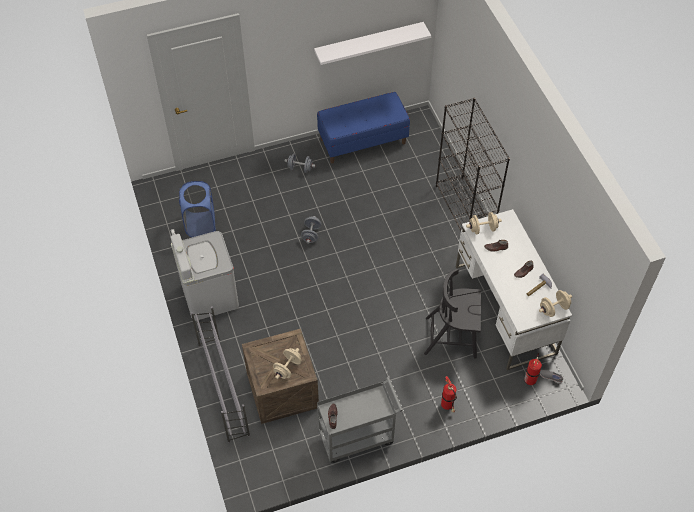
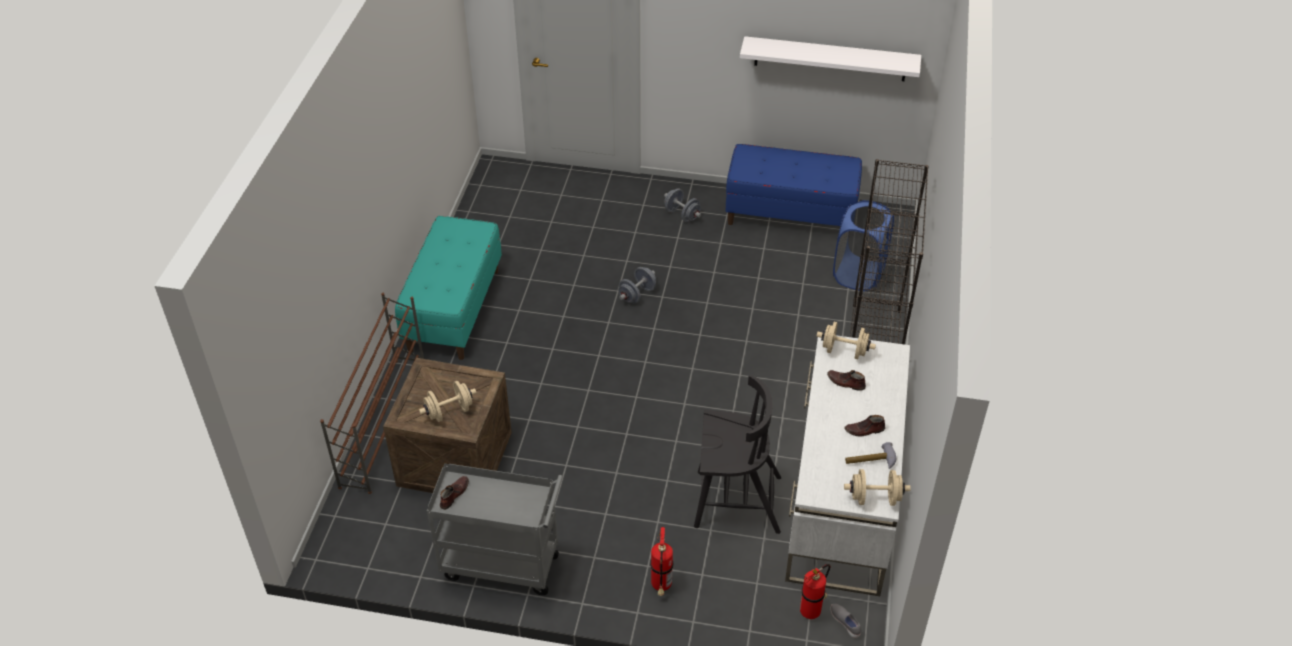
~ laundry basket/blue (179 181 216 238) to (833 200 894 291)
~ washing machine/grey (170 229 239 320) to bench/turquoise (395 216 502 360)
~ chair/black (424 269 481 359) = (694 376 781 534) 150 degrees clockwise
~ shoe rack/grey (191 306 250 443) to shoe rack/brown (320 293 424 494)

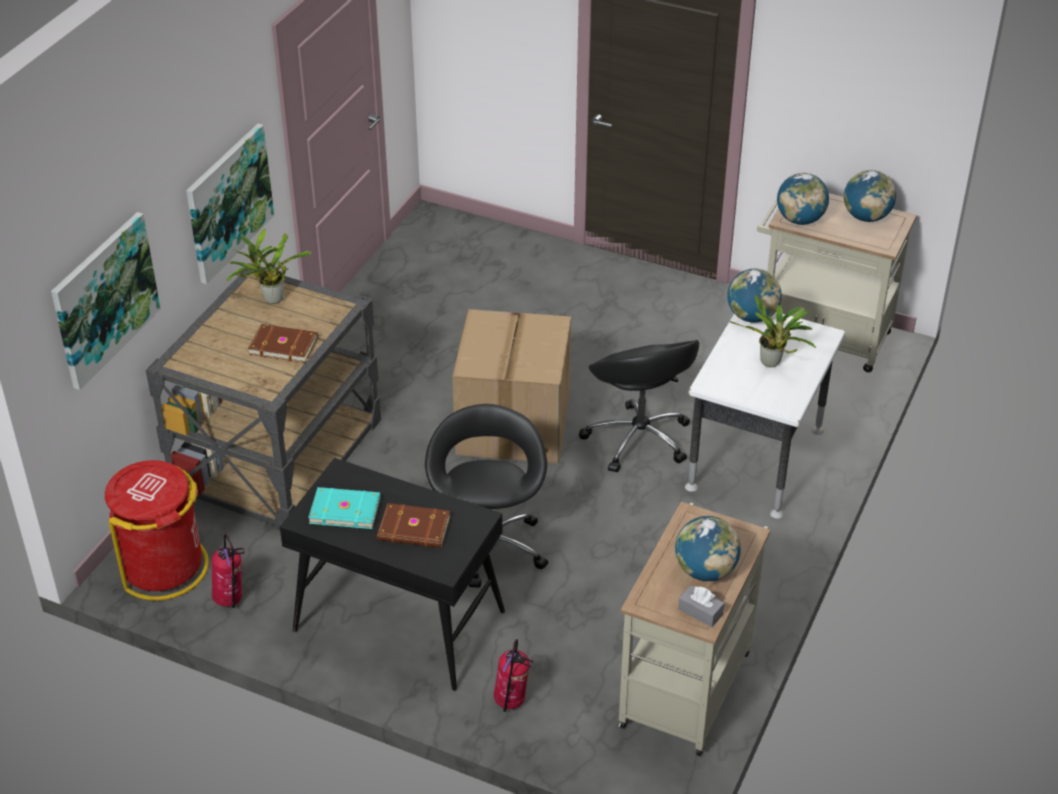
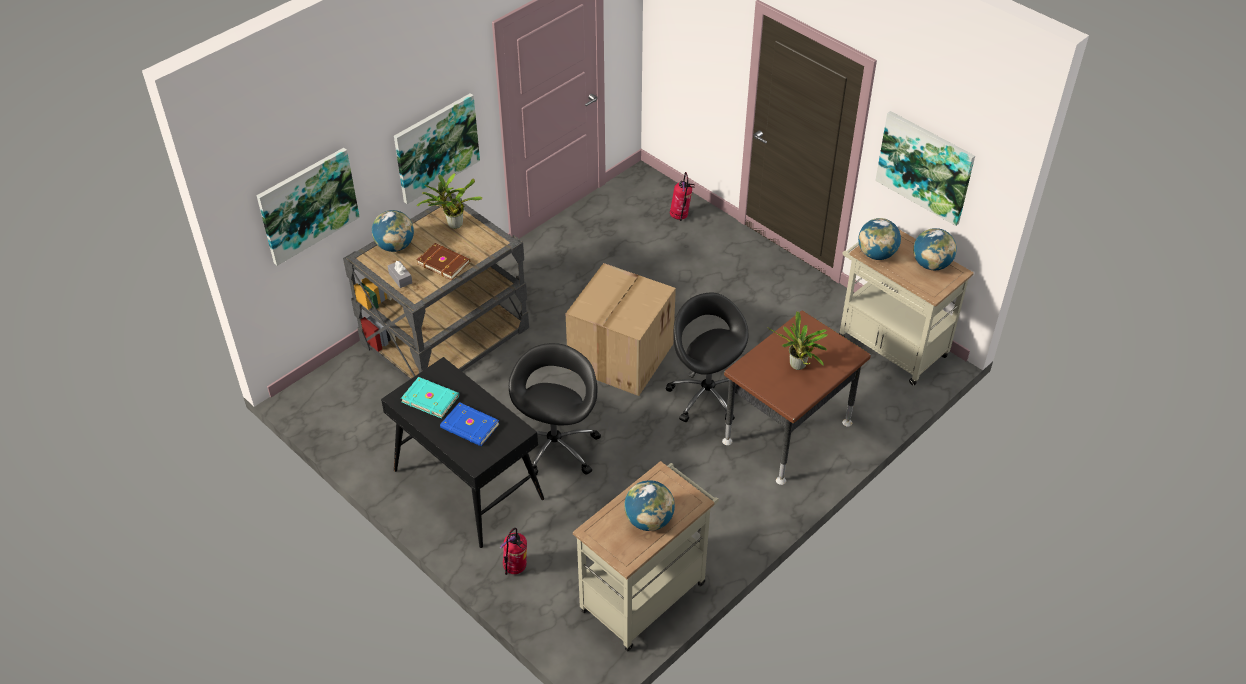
~ globe (727 269 782 323) to (372 210 414 252)
~ desk/white (685 312 845 518) to desk/brown (722 311 871 485)
~ office chair/black (579 340 699 472) = (666 292 748 422) 135 degrees clockwise
- trash can/red (105 460 209 601)
~ book/brown (377 503 450 548) to book/blue (440 402 499 446)
~ fire extinguisher (212 534 244 608) to (670 172 695 221)
~ tissue box/grey (678 585 725 627) to (388 261 412 288)
+ picture (875 111 975 226)

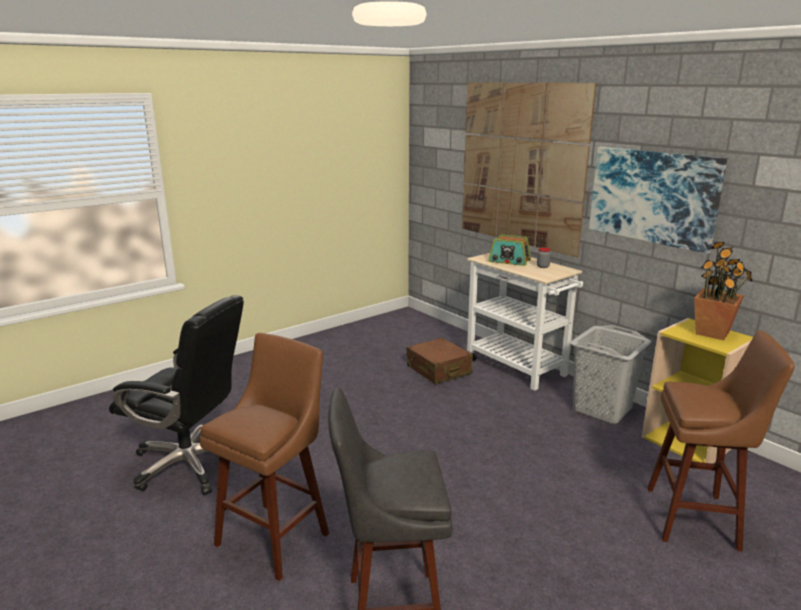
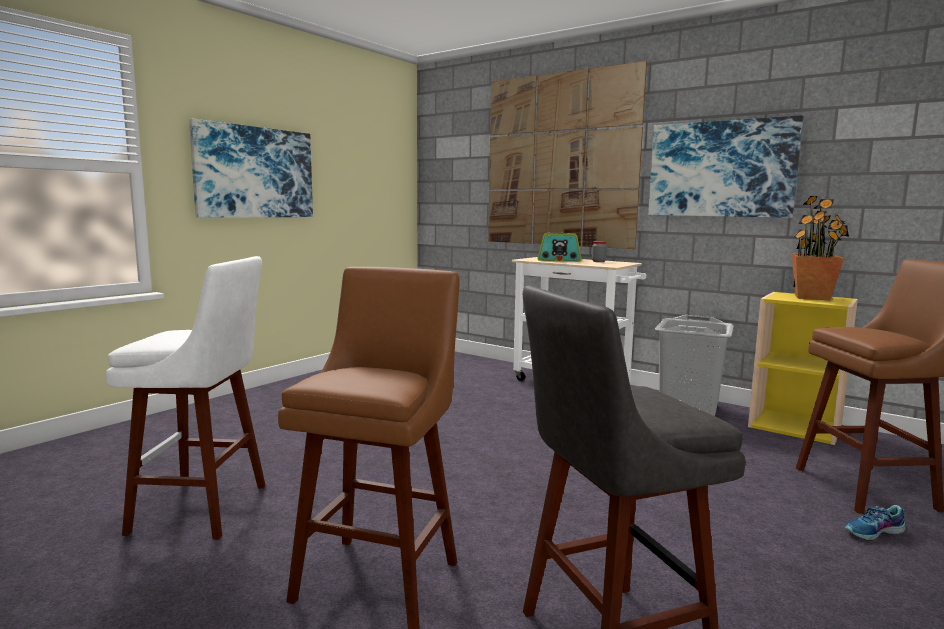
~ office chair/black (109 295 244 495) to stool/white (106 256 266 540)
- suitcase/brown (407 338 473 384)
+ picture (189 119 313 218)
+ shoe (845 505 906 540)

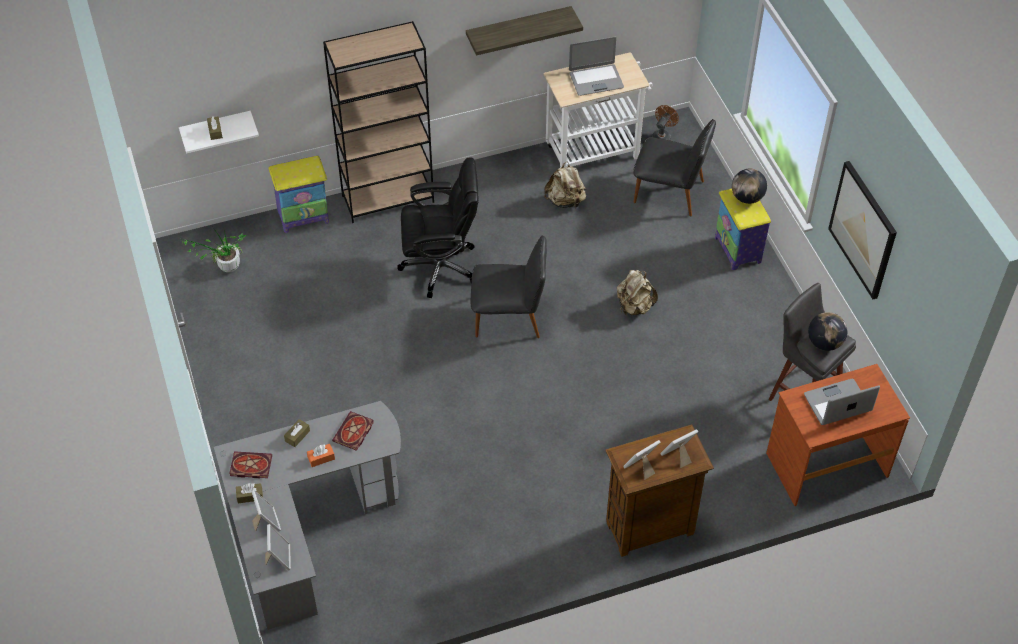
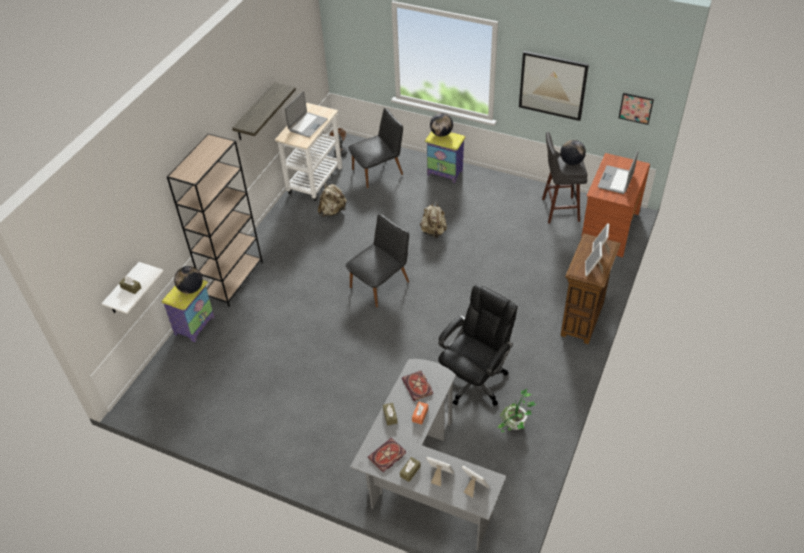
~ office chair/black (397 157 479 298) to (438 284 518 406)
~ potted plant (182 228 246 272) to (498 389 537 433)
+ picture (619 93 654 125)
+ globe (174 266 203 294)

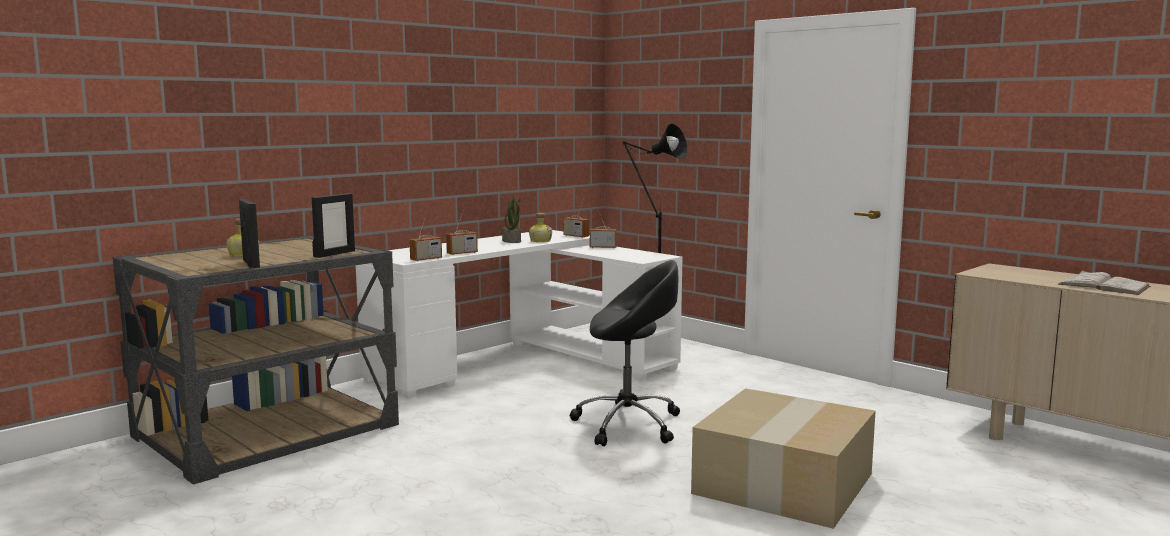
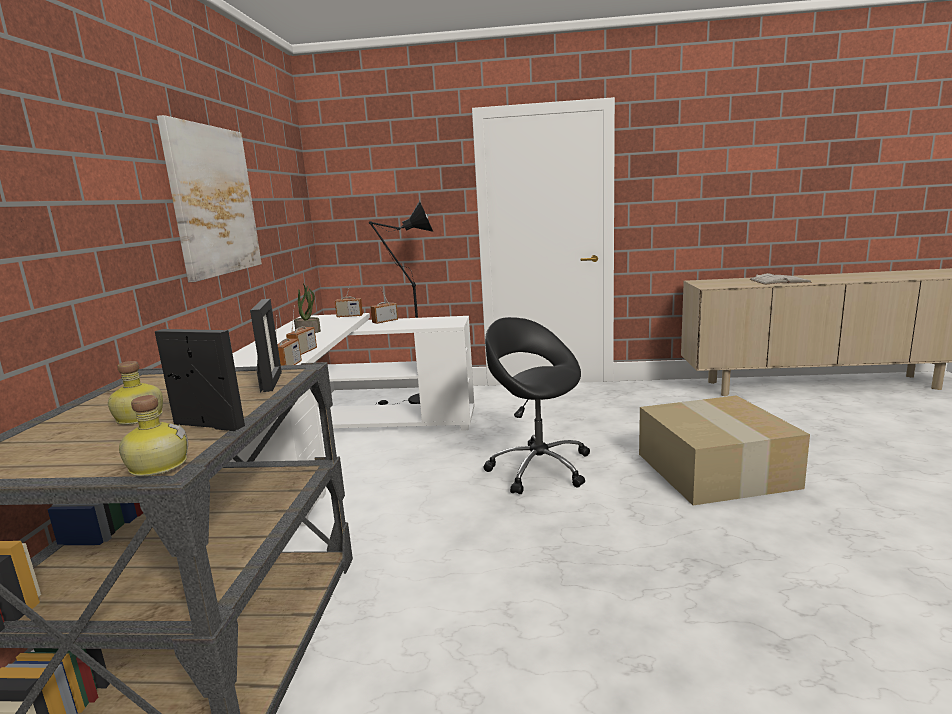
~ bottle (529 213 552 242) to (119 395 188 477)
~ office chair/black (570 260 680 446) = (484 317 590 494) 105 degrees counterclockwise
+ picture (157 115 262 282)

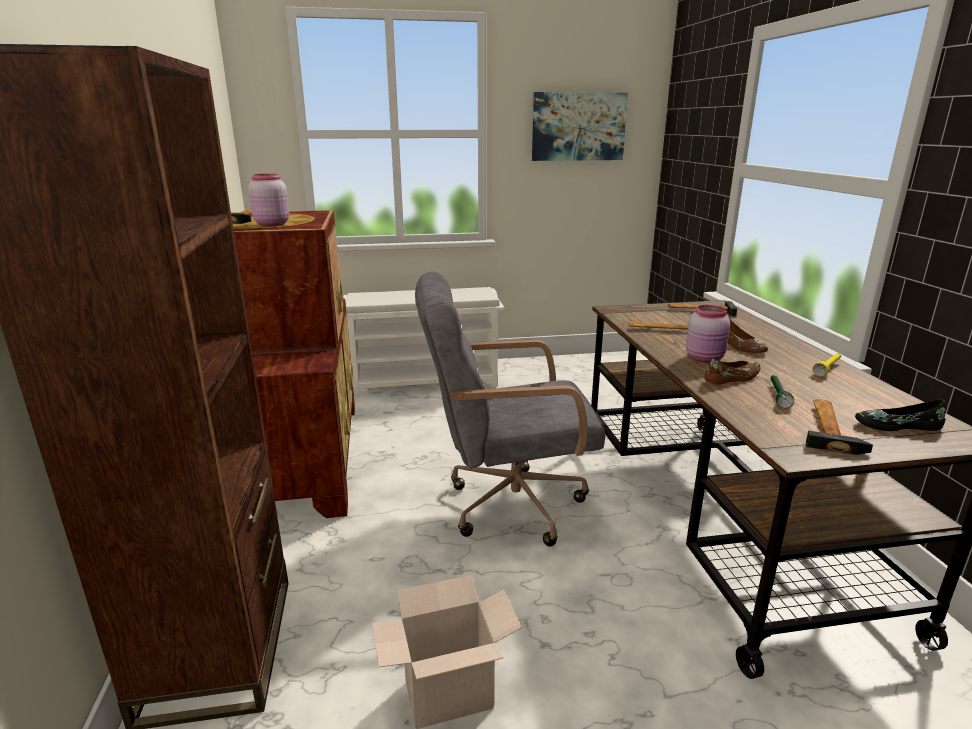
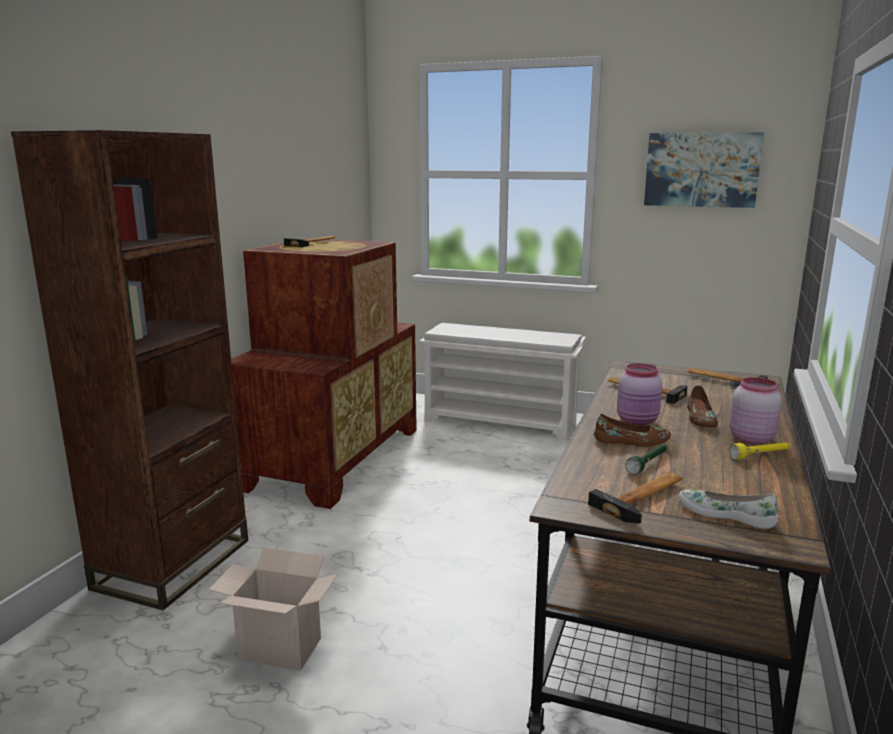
~ jar/pink (248 174 289 226) to (729 377 782 444)
- office chair/grey (415 272 605 547)
~ shoe/black (855 399 946 431) to shoe/white (679 490 778 529)

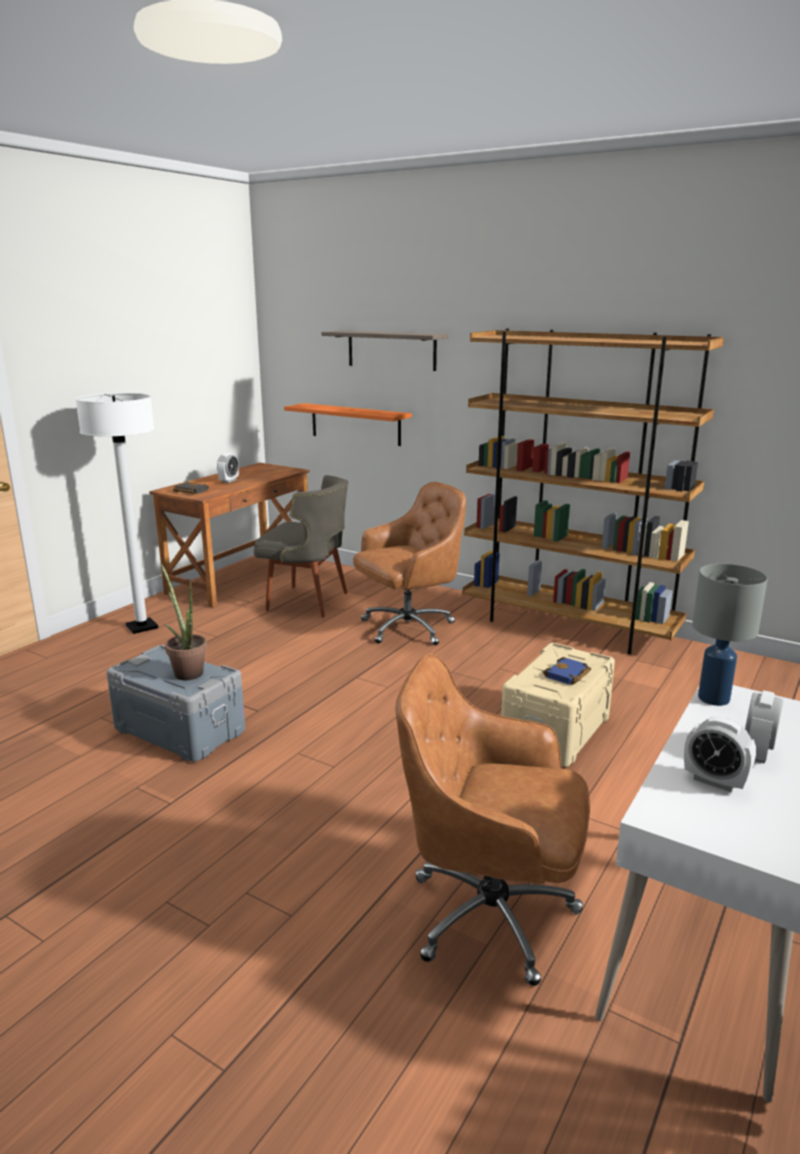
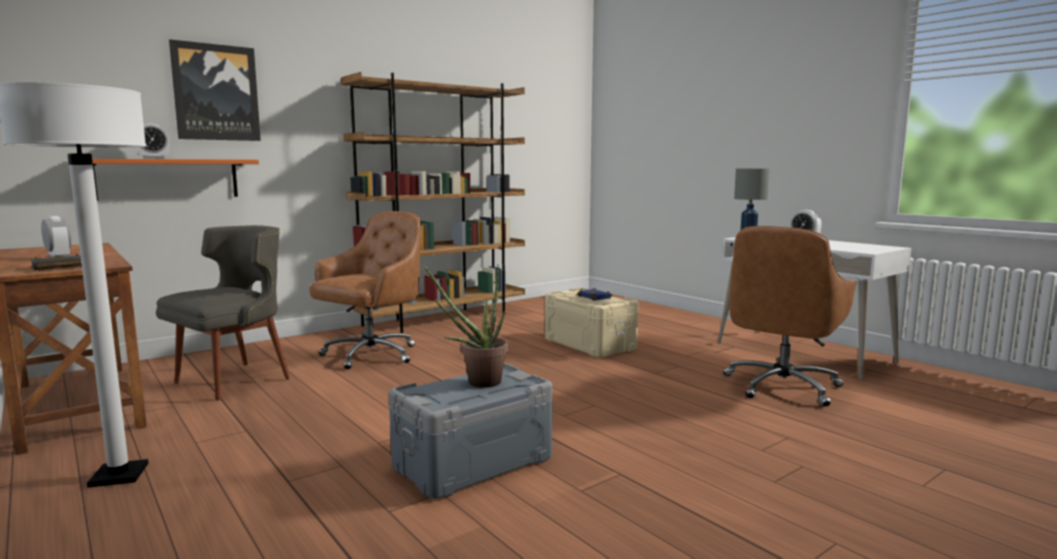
~ shelf (321 331 449 371) to picture (169 39 261 141)
~ office chair/brown (353 482 466 645) = (309 211 421 369) 45 degrees clockwise
~ alarm clock (684 716 756 792) to (135 124 170 159)

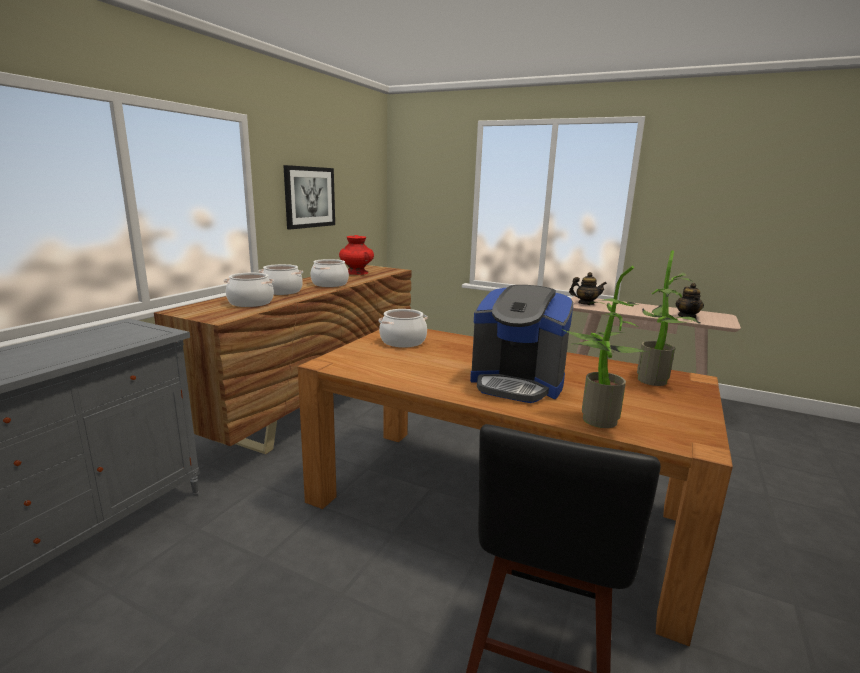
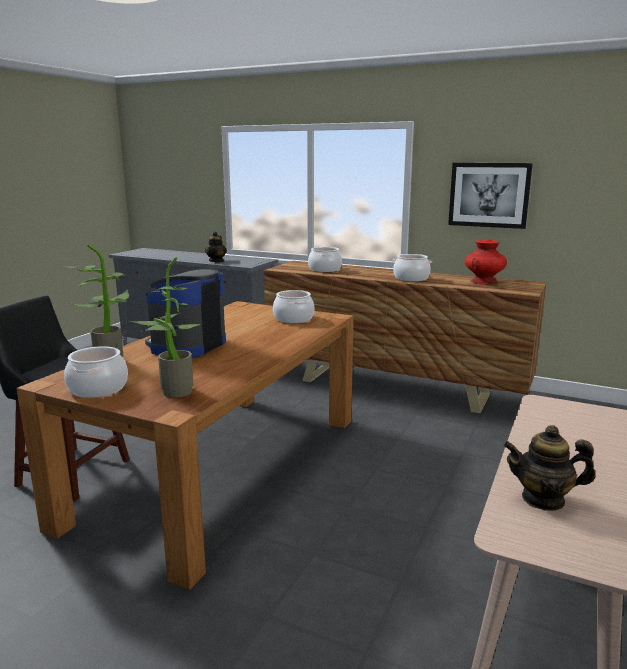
~ cooking pot (259 264 303 295) to (64 346 128 398)
~ teapot (569 272 607 305) to (205 232 227 262)

